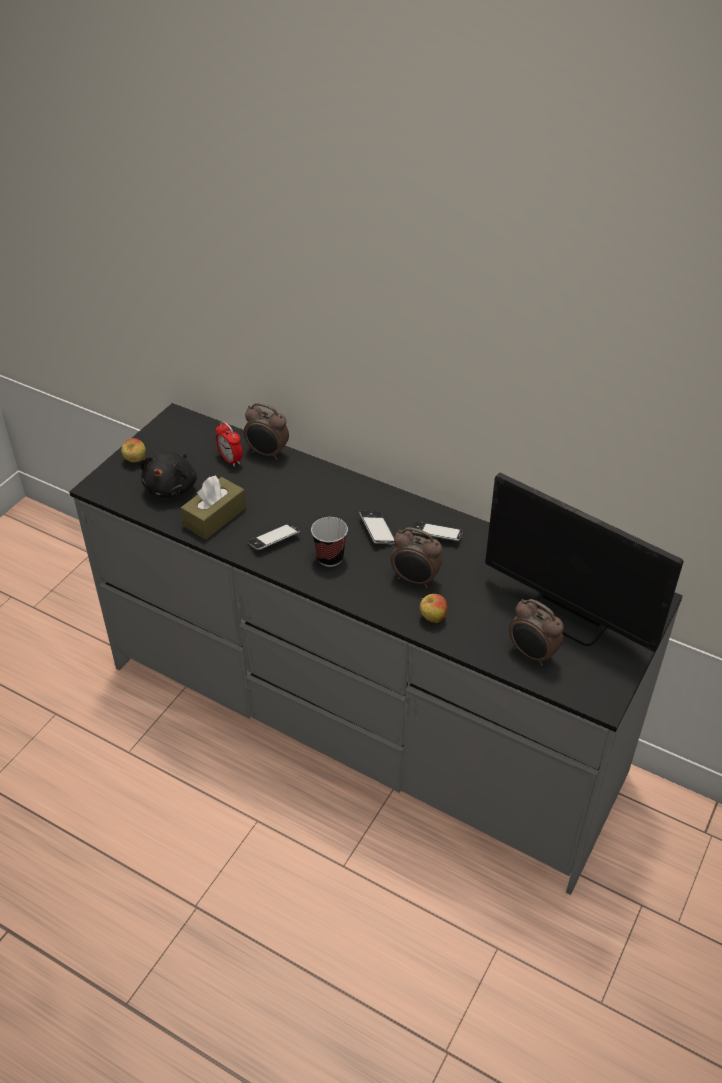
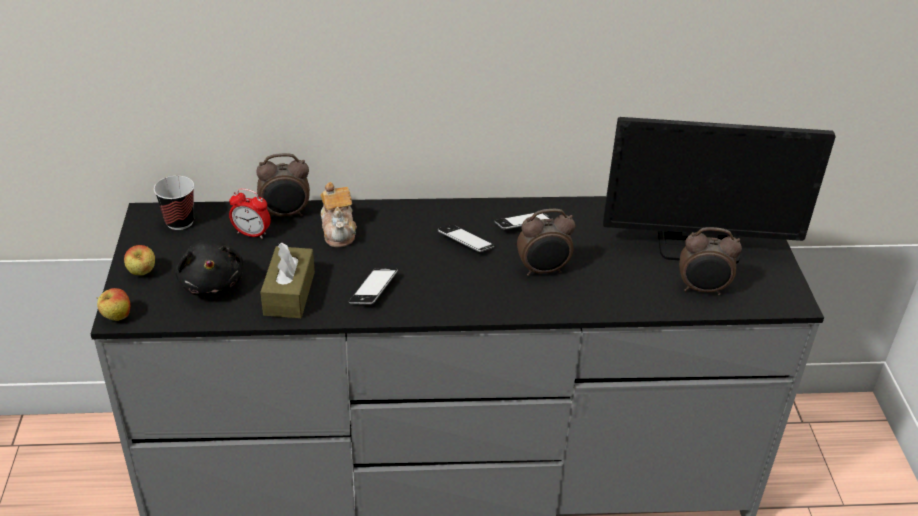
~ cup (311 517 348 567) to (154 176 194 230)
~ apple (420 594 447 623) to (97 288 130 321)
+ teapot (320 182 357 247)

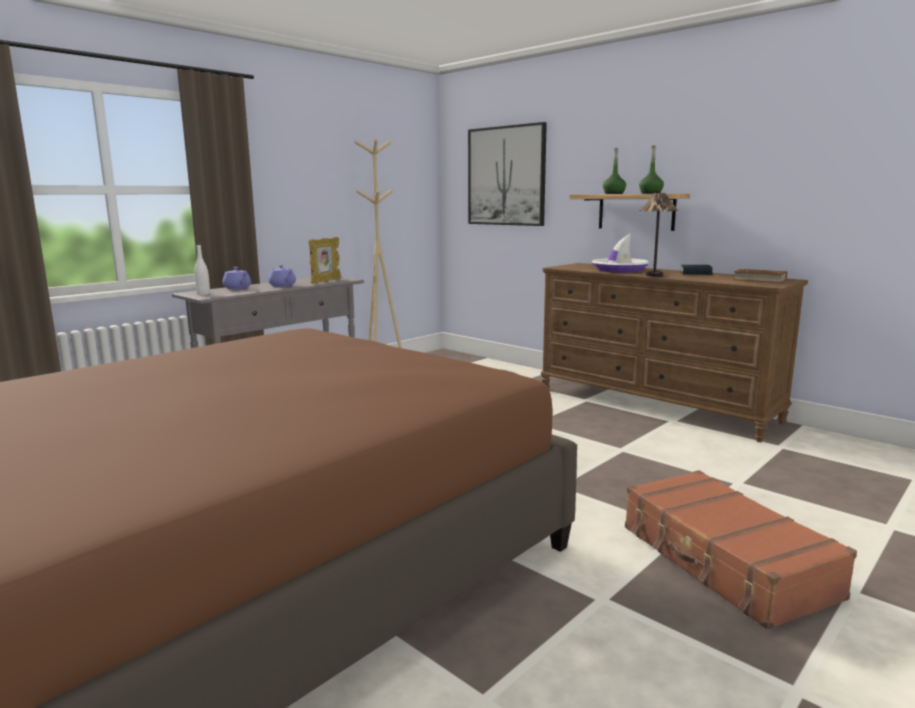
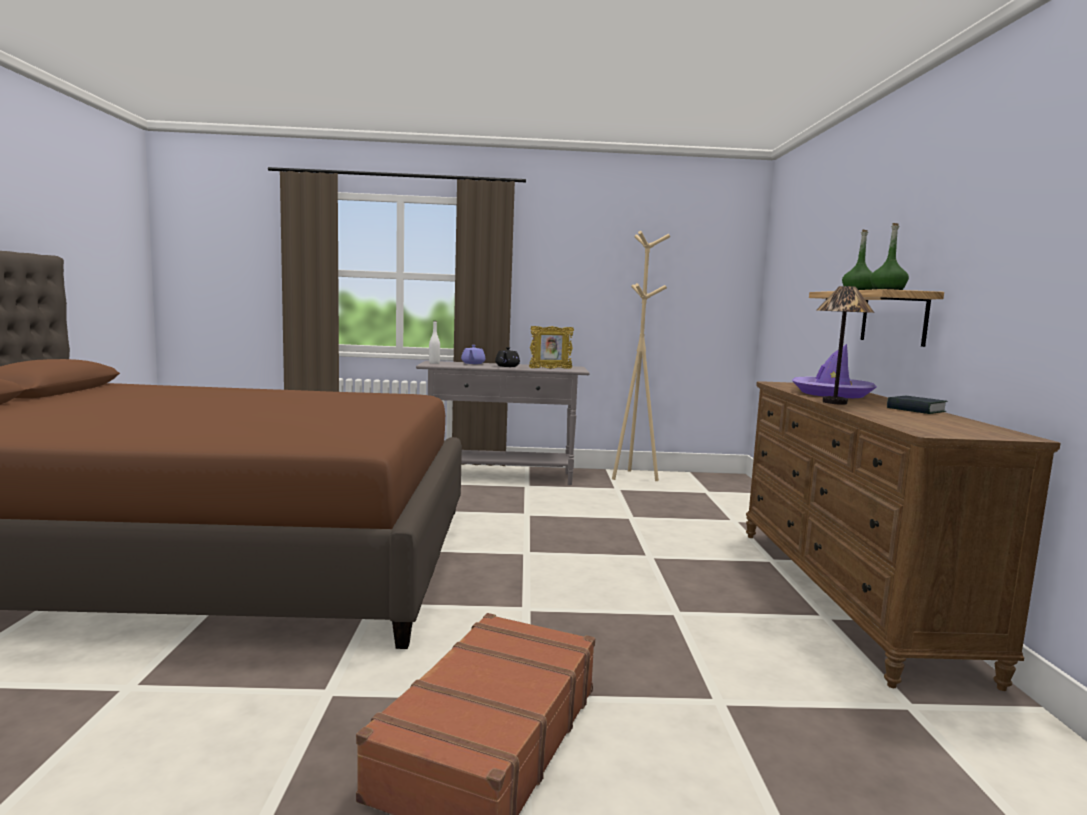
- picture (468 122 547 226)
~ hat/white (592 233 650 273) to hat/purple (792 344 877 398)
~ teapot/purple (268 265 296 287) to teapot/black (495 347 520 367)
- book/brown (733 269 787 283)

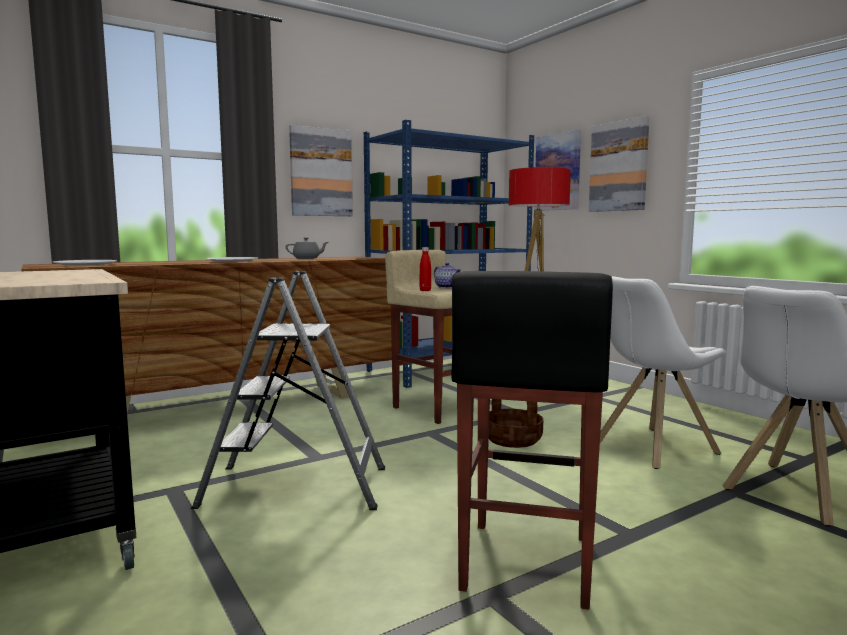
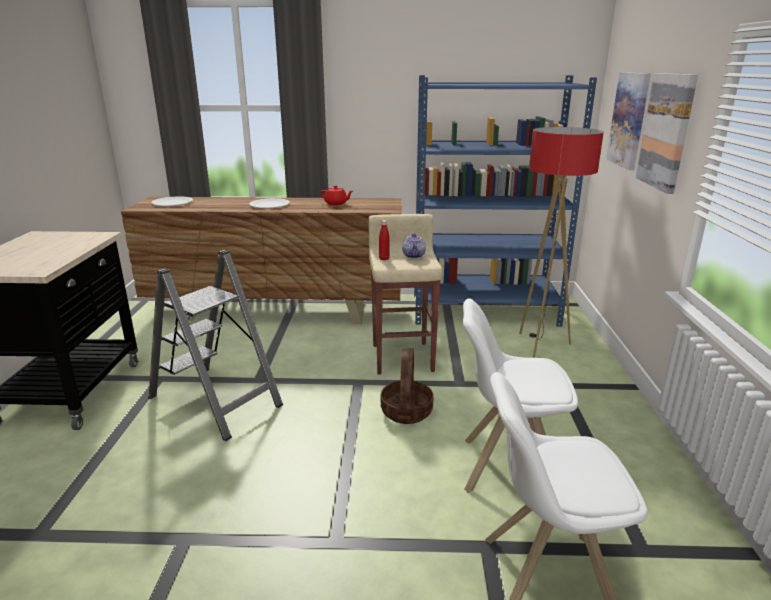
- picture (289 125 353 216)
~ teapot/grey (286 237 328 259) to teapot/red (320 186 353 205)
- stool/black (452 271 613 610)

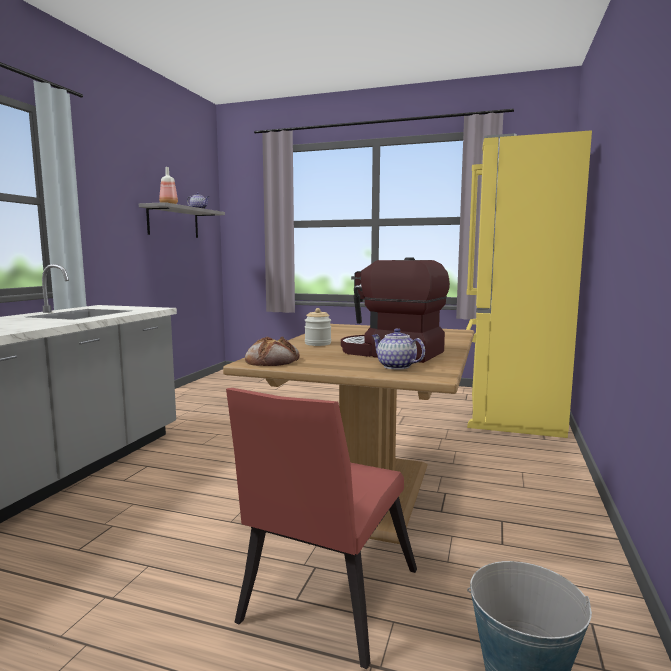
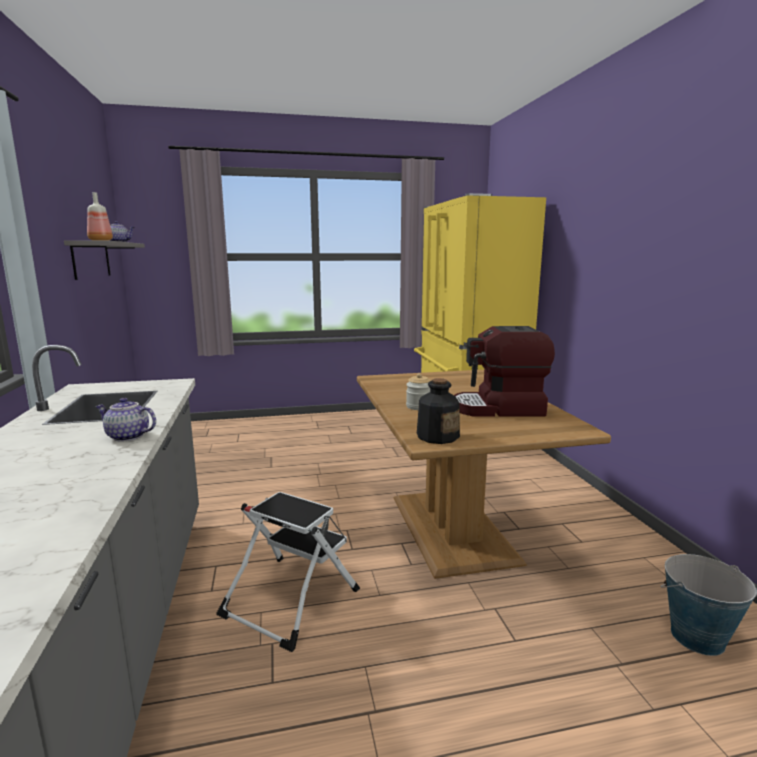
~ teapot (372 328 425 369) to (95 398 156 442)
~ bread (245 336 300 366) to bottle (417 378 460 444)
- chair/red (226 388 417 669)
+ step ladder (216 492 360 652)

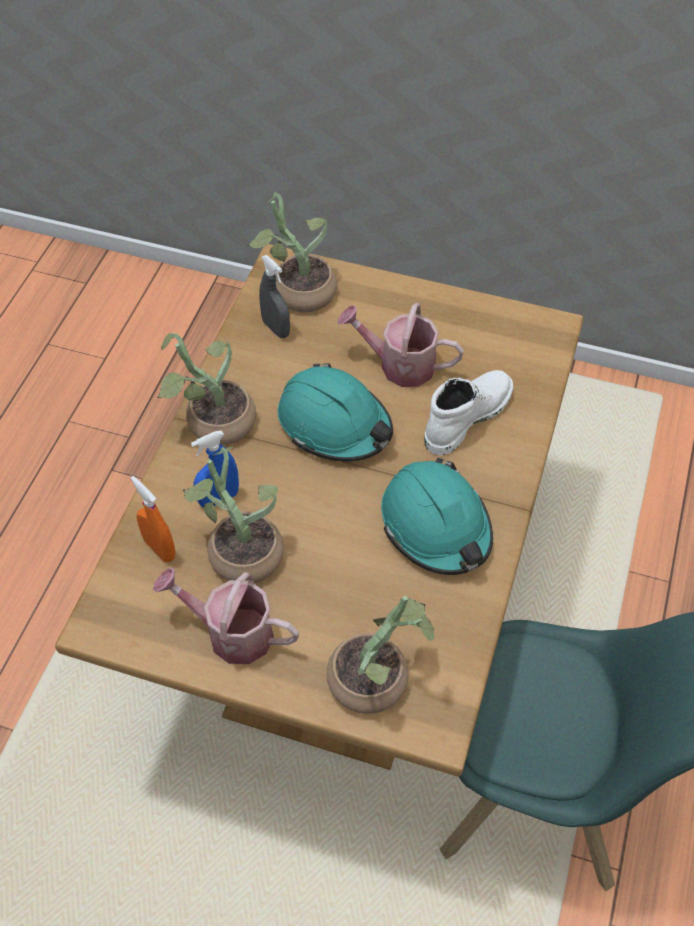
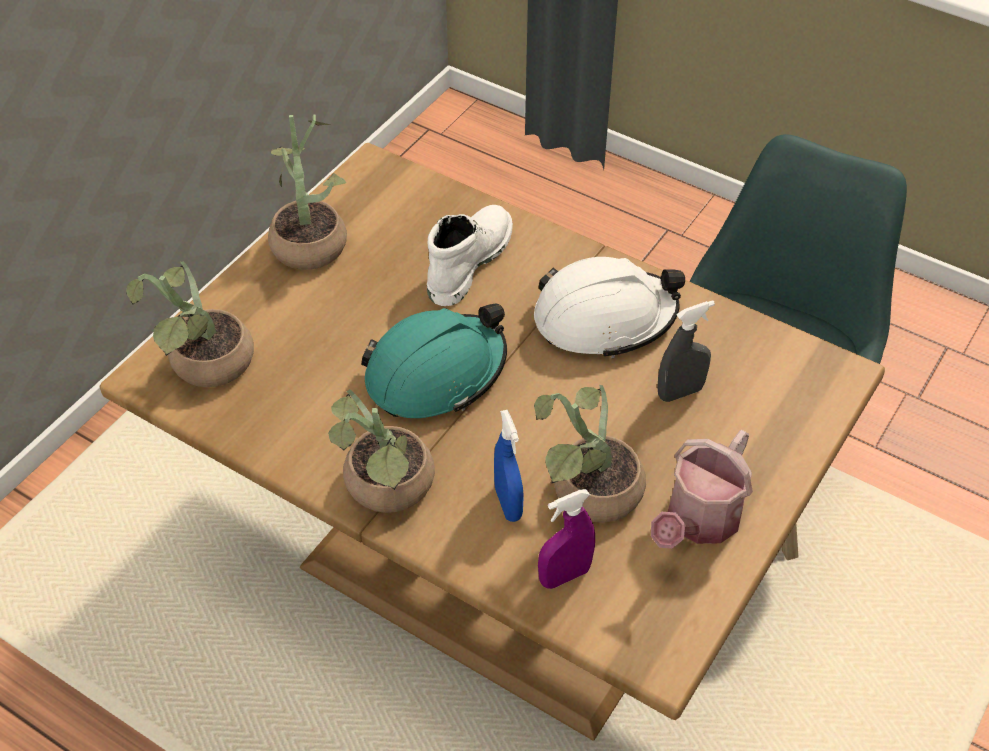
~ spray bottle/grey (259 255 290 338) to (657 300 715 402)
- watering can (338 303 464 387)
~ boot/white (424 370 513 455) = (427 205 513 306) 60 degrees clockwise
~ hard hat/turquoise (381 458 493 575) to hard hat/white (534 257 685 359)
~ spray bottle/orange (130 476 176 562) to spray bottle/purple (538 489 595 589)
~ potted plant (327 596 434 714) to (268 115 347 270)

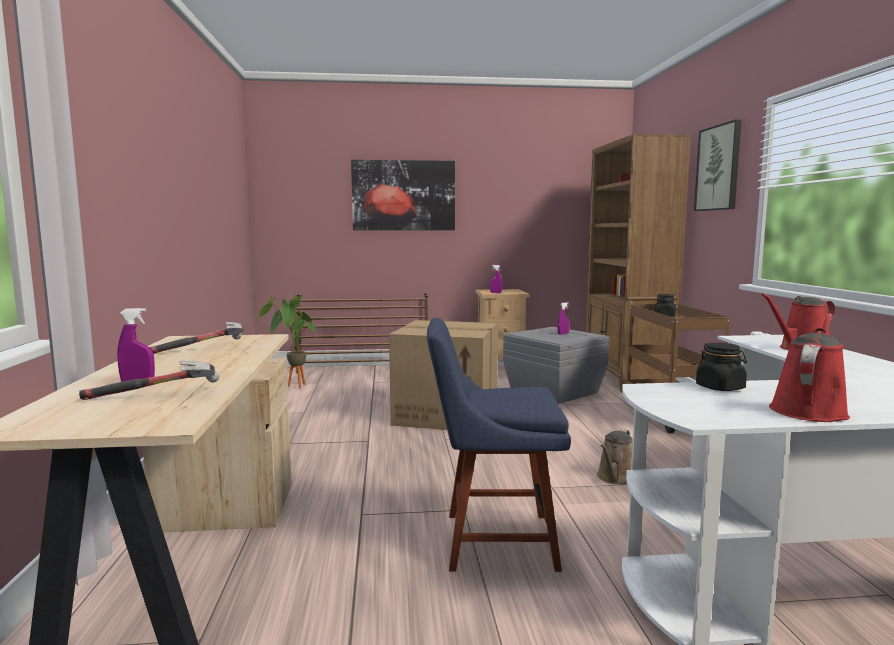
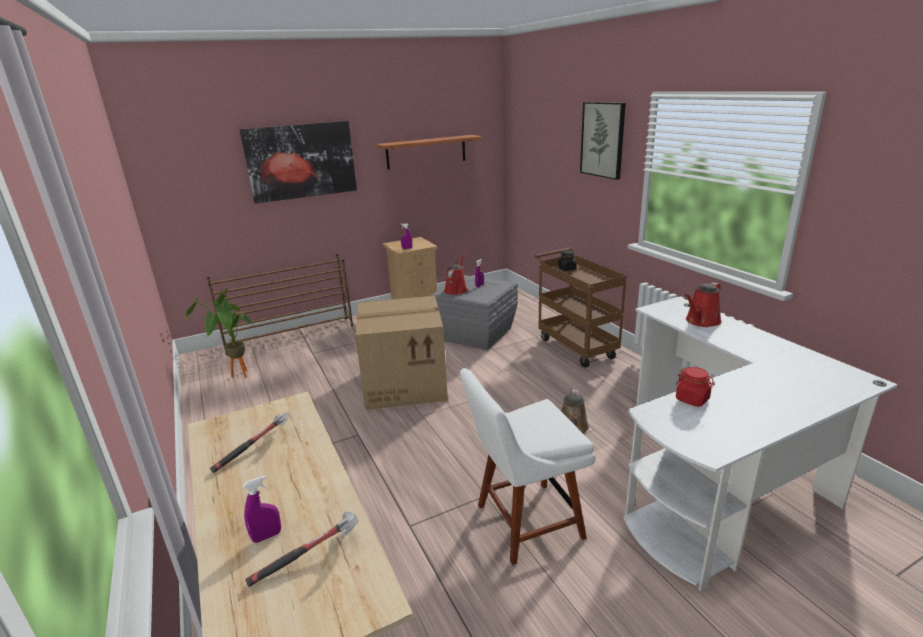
- bookcase/brown (586 134 691 392)
~ watering can/red (769 313 850 422) to (444 252 467 295)
~ chair/blue (427 318 571 572) to chair/white (460 368 596 565)
~ jar/black (696 343 747 391) to jar/red (676 367 715 407)
+ shelf (376 135 482 170)

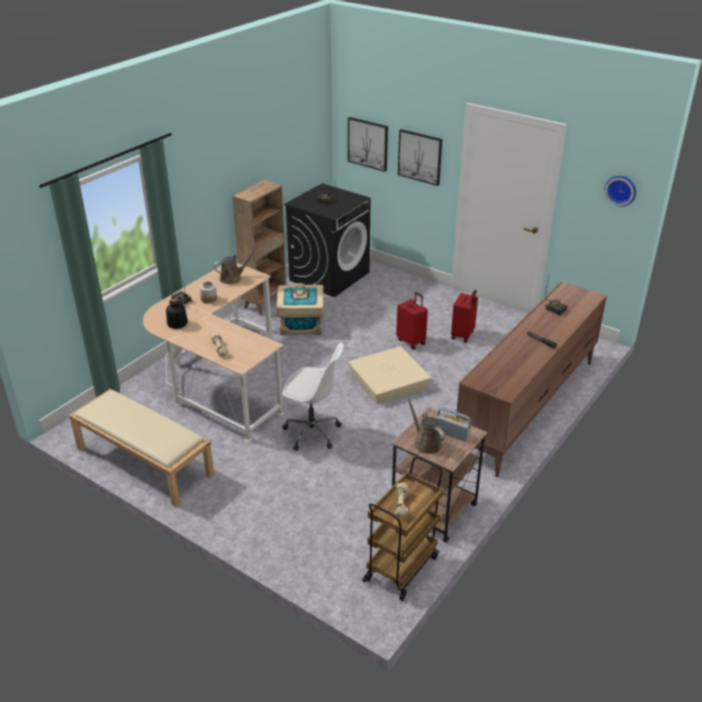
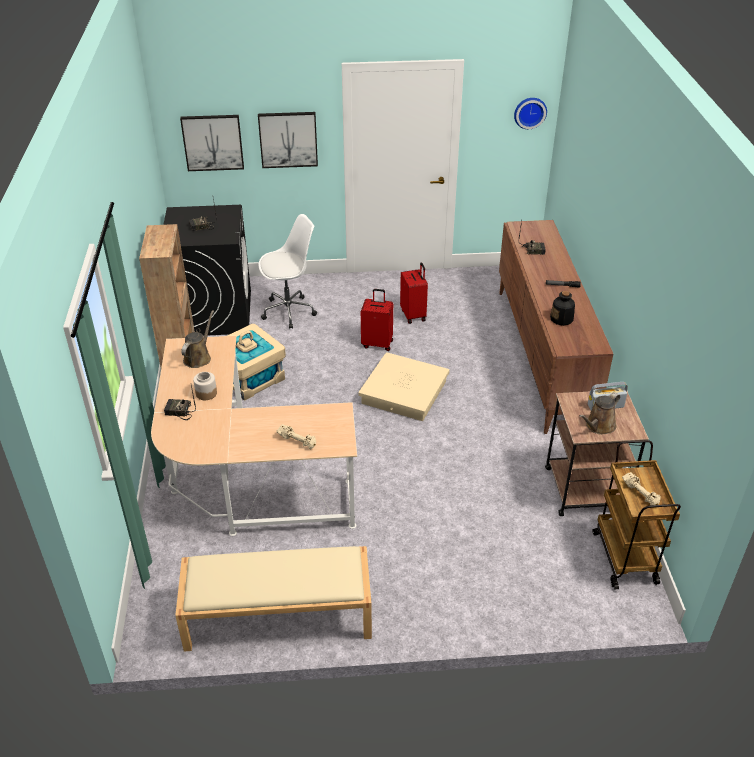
~ bottle (166 298 188 329) to (550 291 575 326)
~ office chair/white (282 343 344 451) to (258 214 317 329)
~ watering can/brown (406 396 445 454) = (579 392 620 435) 60 degrees counterclockwise

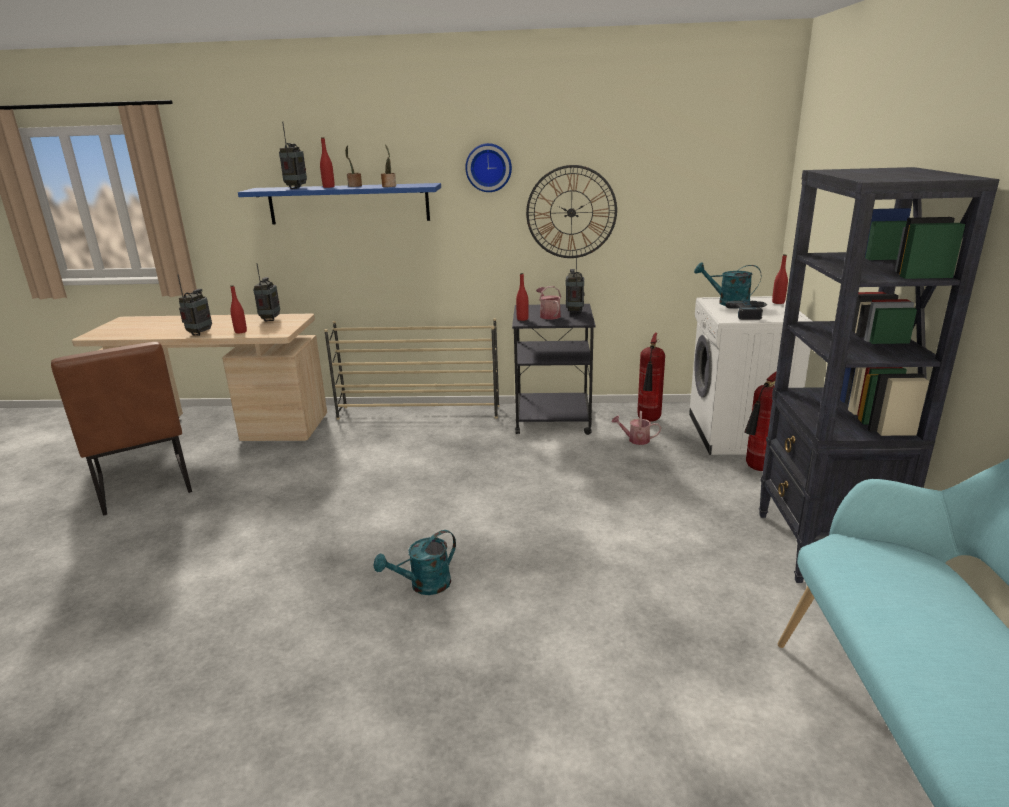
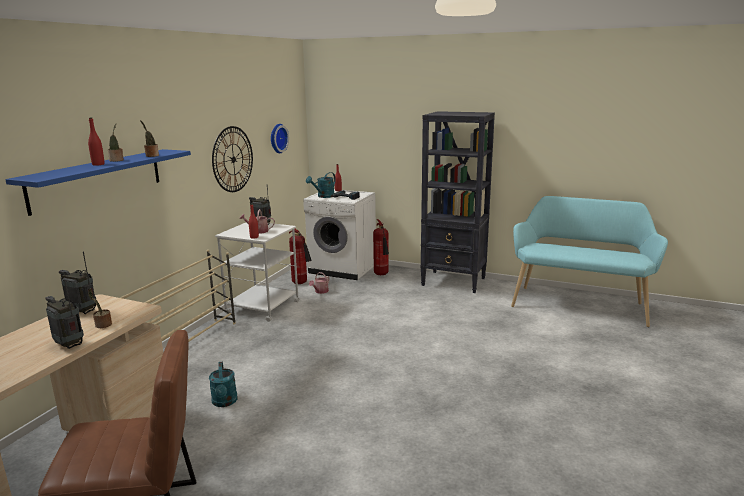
- radio (279 121 307 189)
~ wall clock (465 143 512 192) to (271 124 289 153)
~ bottle/red (230 285 247 333) to potted plant (88 289 112 328)
~ cart/black (512 304 595 435) to cart/white (215 222 299 322)
~ watering can/turquoise (373 530 456 595) to (209 362 238 407)

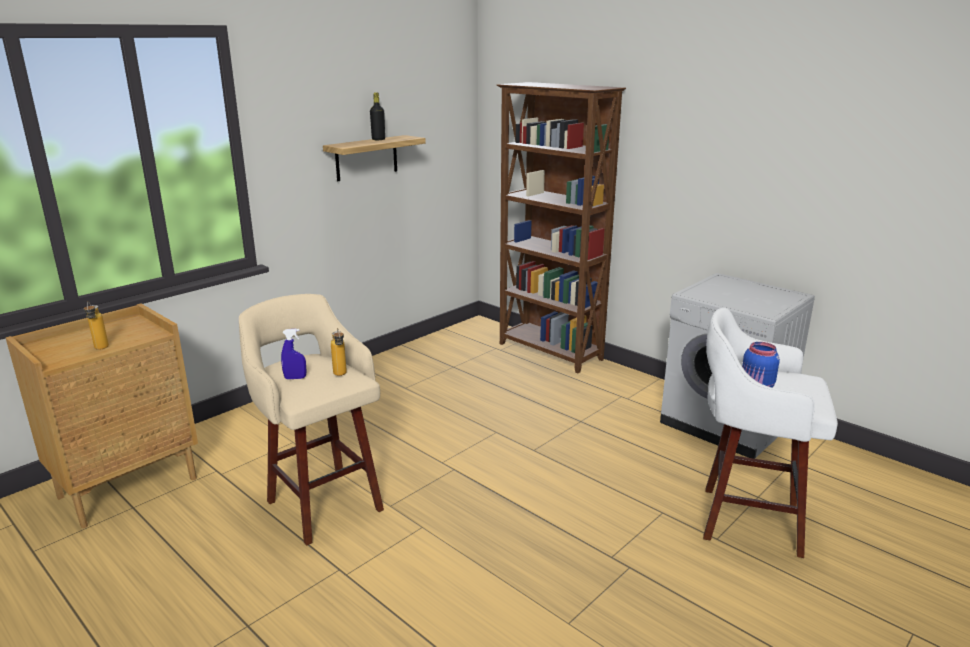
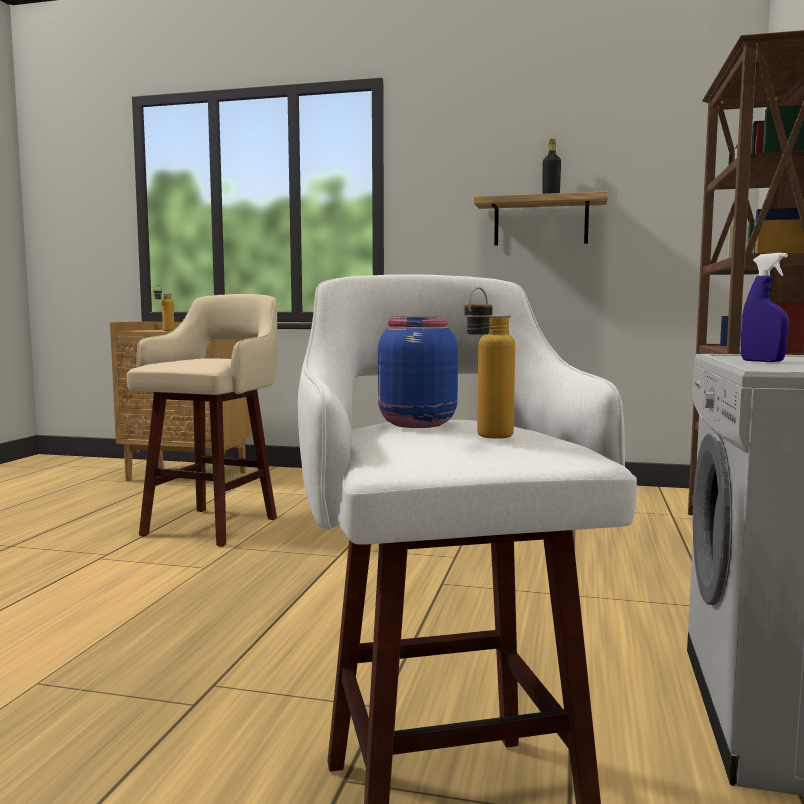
~ bottle (331 328 347 376) to (464 287 515 439)
~ spray bottle/blue (281 329 306 379) to (740 253 789 362)

